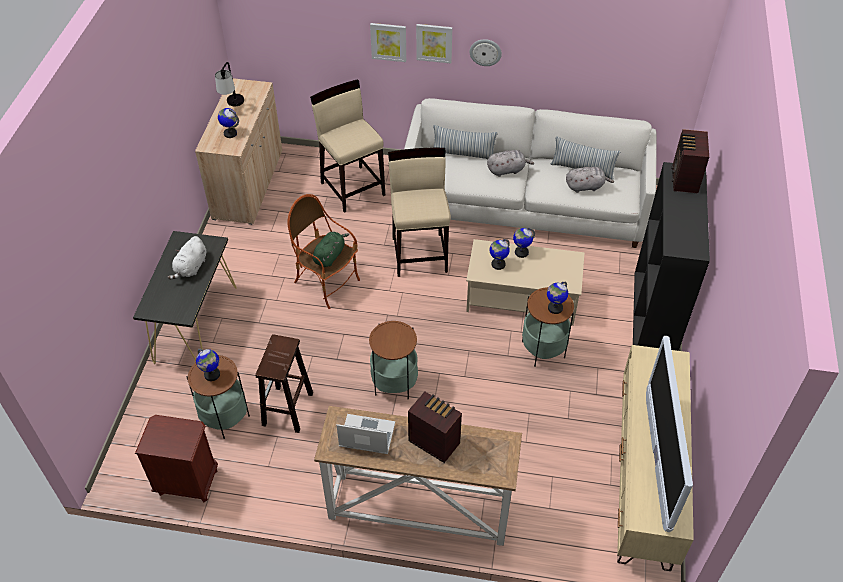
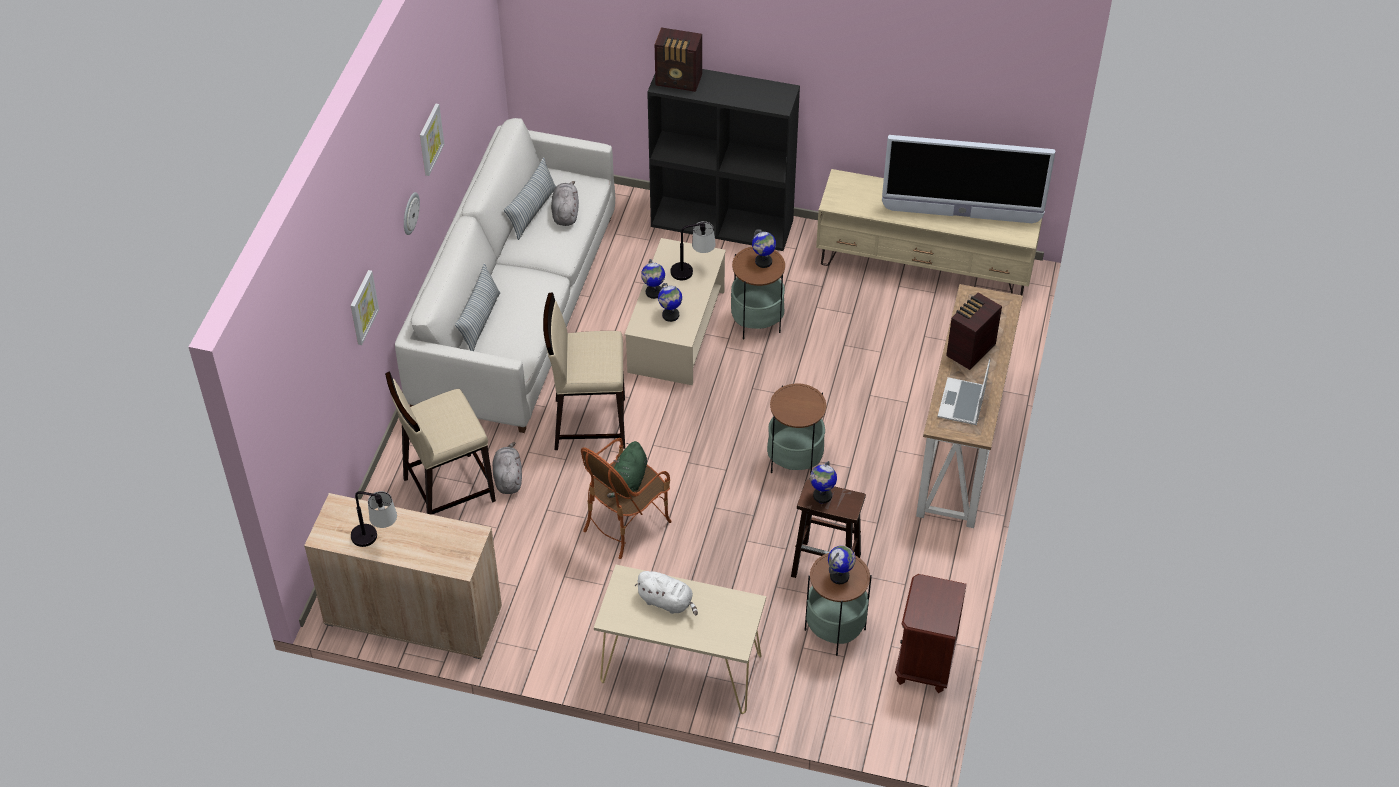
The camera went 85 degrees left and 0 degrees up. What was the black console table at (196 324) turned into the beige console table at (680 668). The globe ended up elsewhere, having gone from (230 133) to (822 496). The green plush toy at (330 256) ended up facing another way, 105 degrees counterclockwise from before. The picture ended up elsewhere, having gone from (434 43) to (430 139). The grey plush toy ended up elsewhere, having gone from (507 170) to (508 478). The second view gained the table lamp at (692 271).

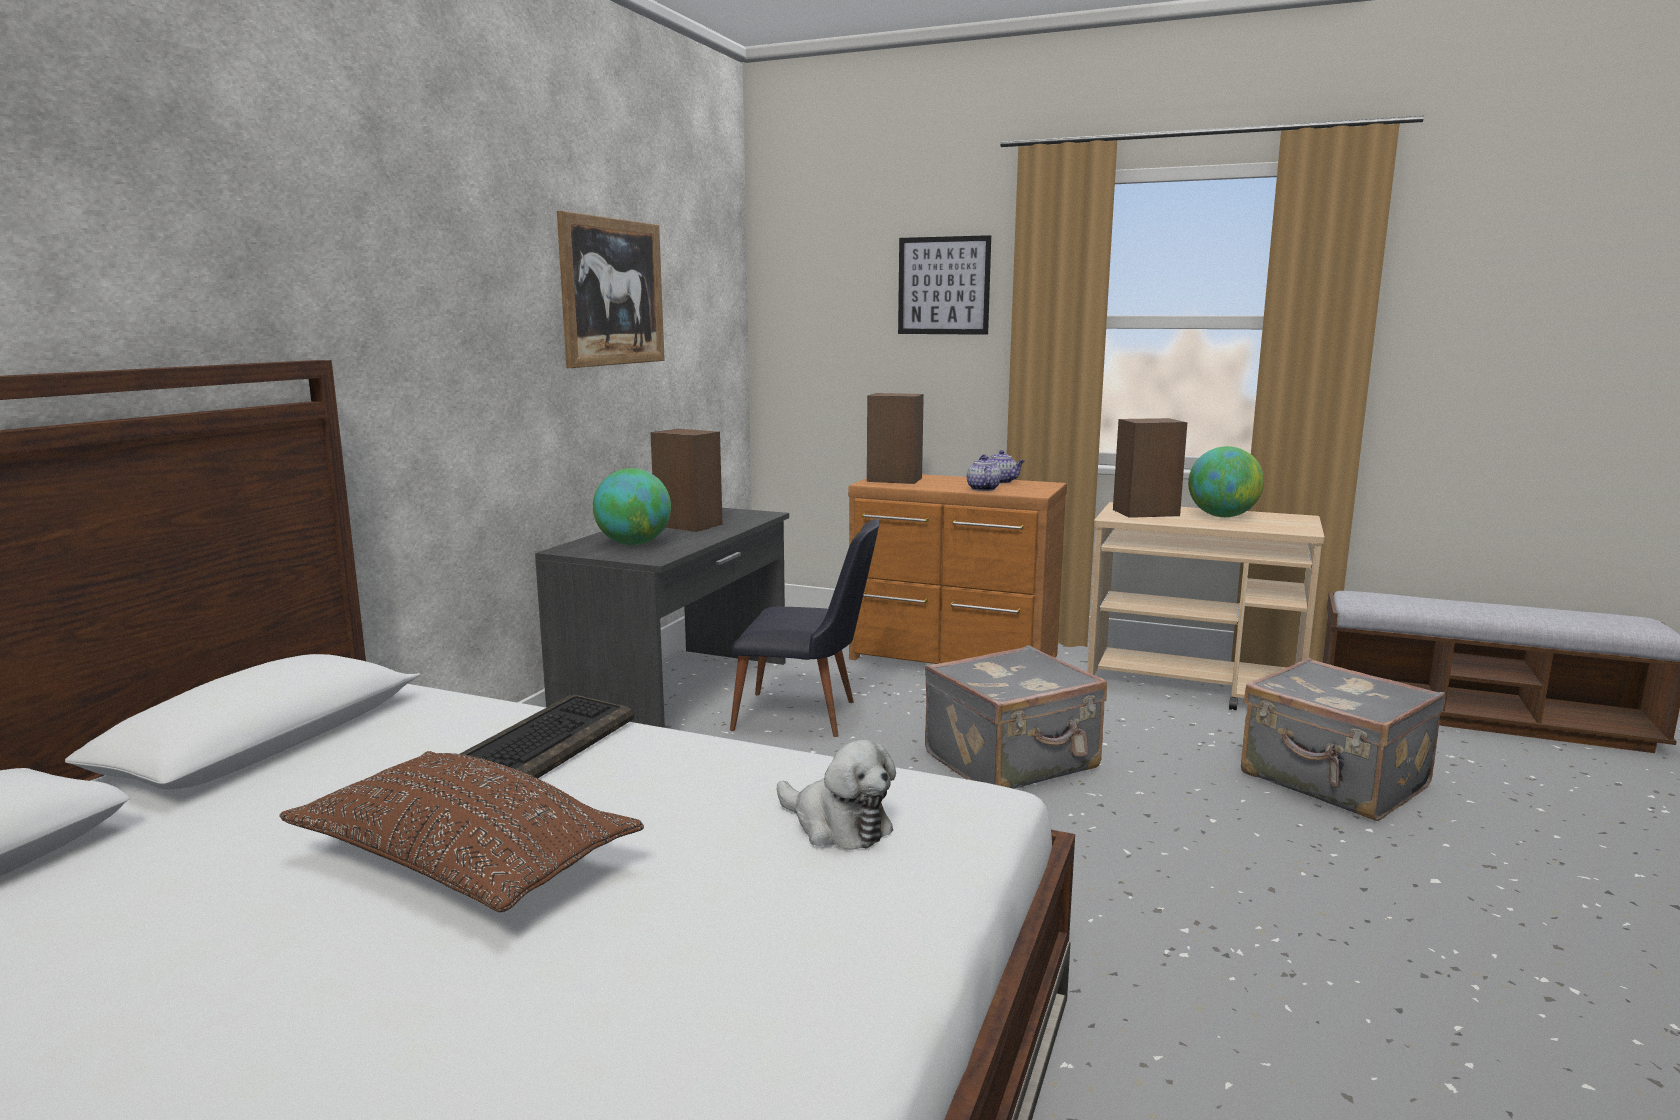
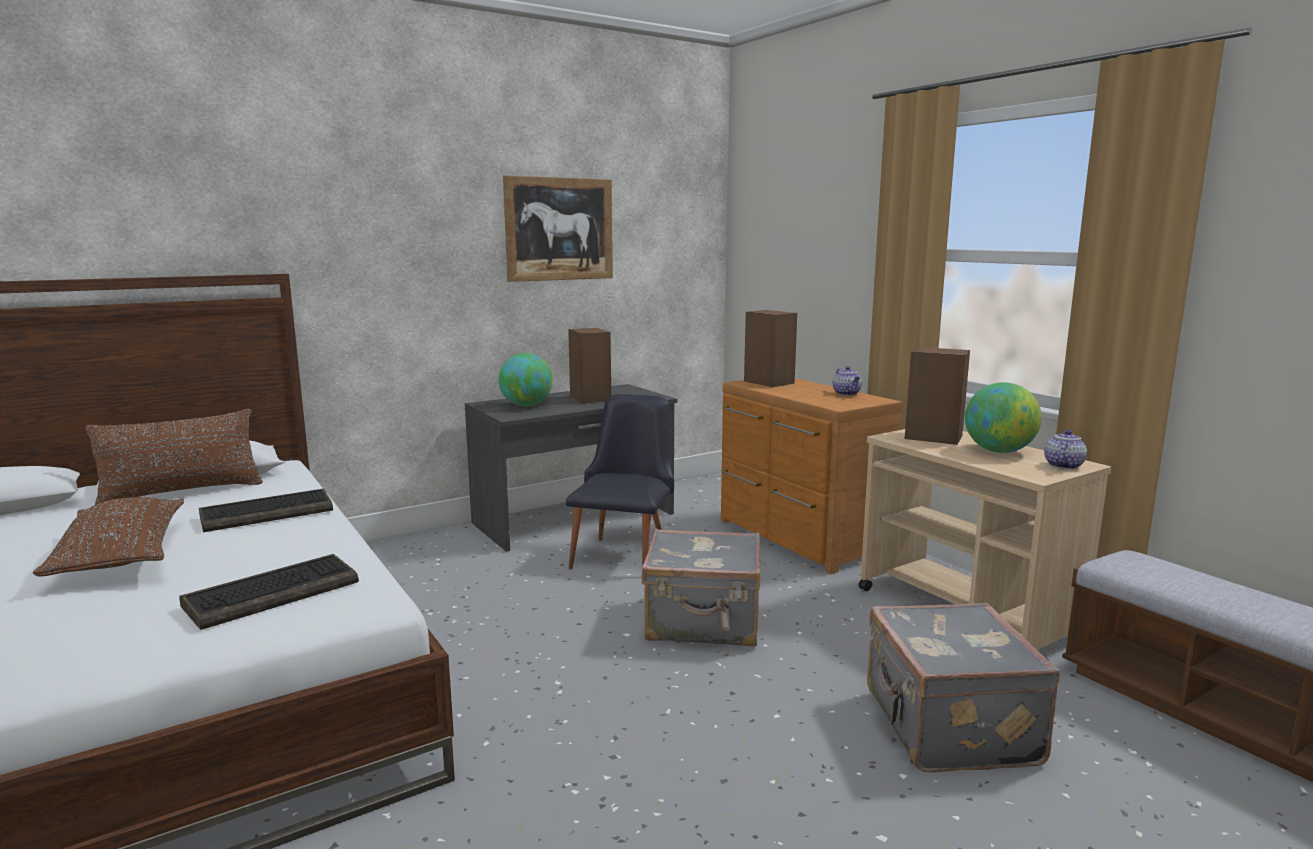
The camera went 35 degrees right and 0 degrees up. The black chair at (808 716) ended up facing another way, 120 degrees counterclockwise from before. Where the plush toy stood at (837 825), the keyboard came to stand at (273 593). The second view lost the picture at (943 286). The teapot ended up elsewhere, having gone from (982 489) to (1063 465). The second view gained the brown pillow at (182 492).

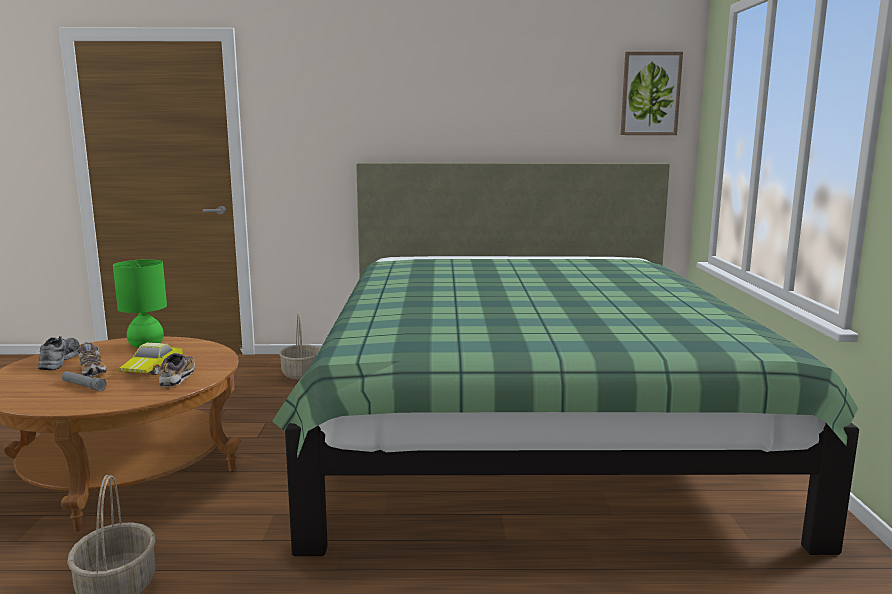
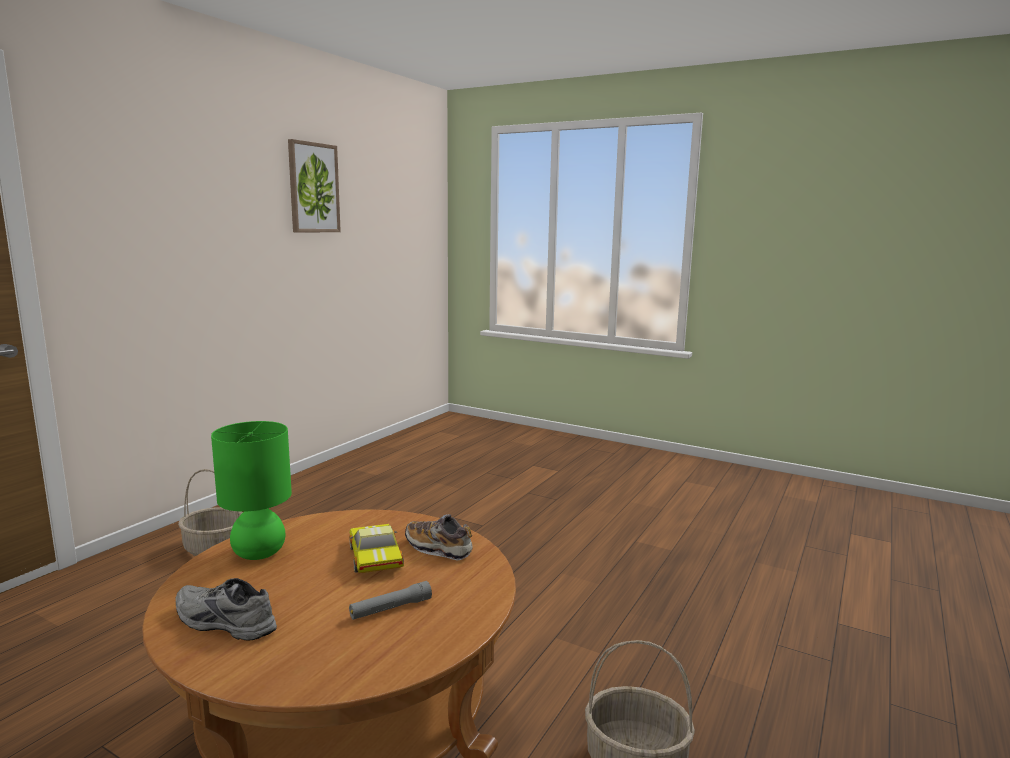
The camera went 60 degrees left and 0 degrees up. The second view lost the shoe at (92 371). The toy car at (154 368) ended up facing another way, 150 degrees counterclockwise from before. The second view lost the green bed at (527 426). The picture ended up elsewhere, having gone from (650 94) to (313 188).

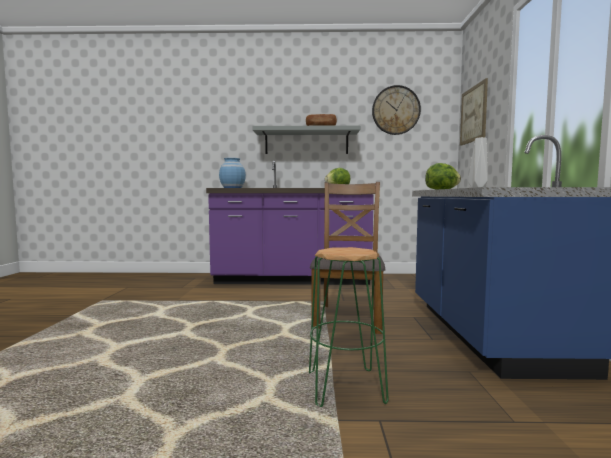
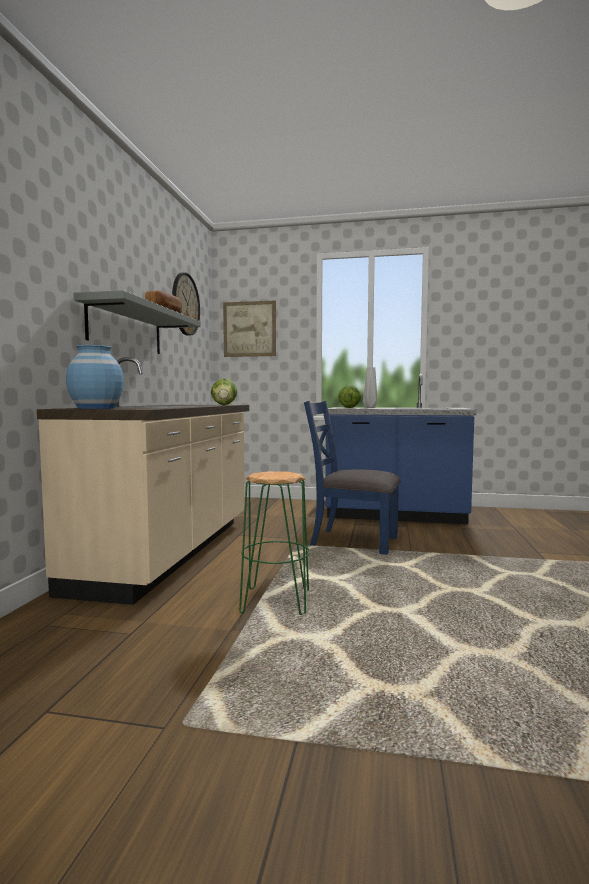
The camera went 80 degrees left and 0 degrees up. What was the purple counter at (292 280) turned into the beige counter at (171 552). The green stool ended up elsewhere, having gone from (346 387) to (275 601). What was the brown chair at (348 317) turned into the blue chair at (353 541).

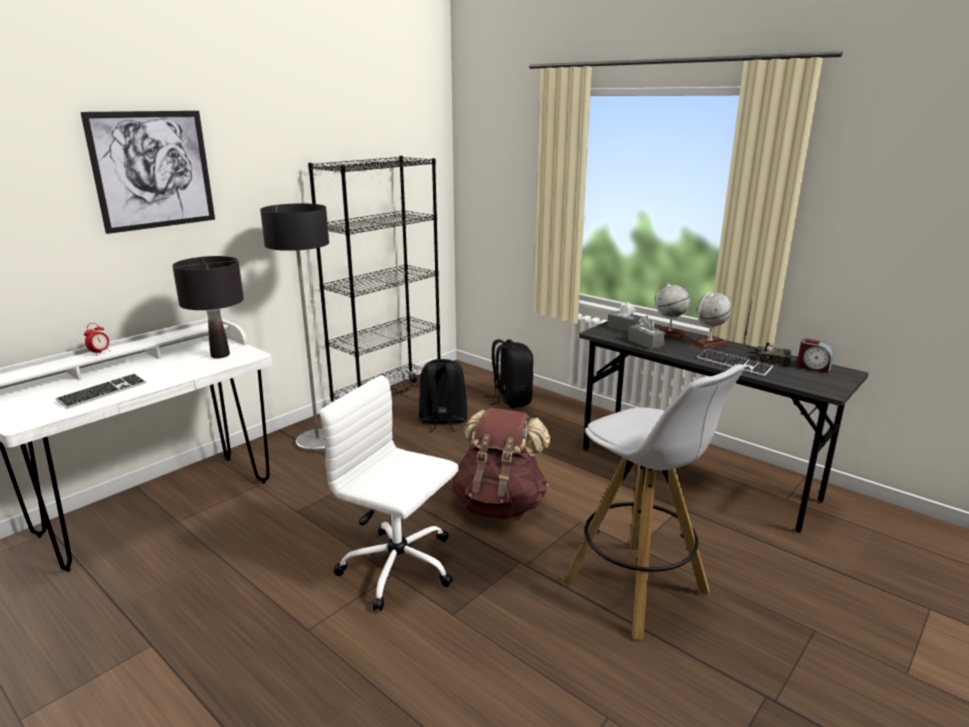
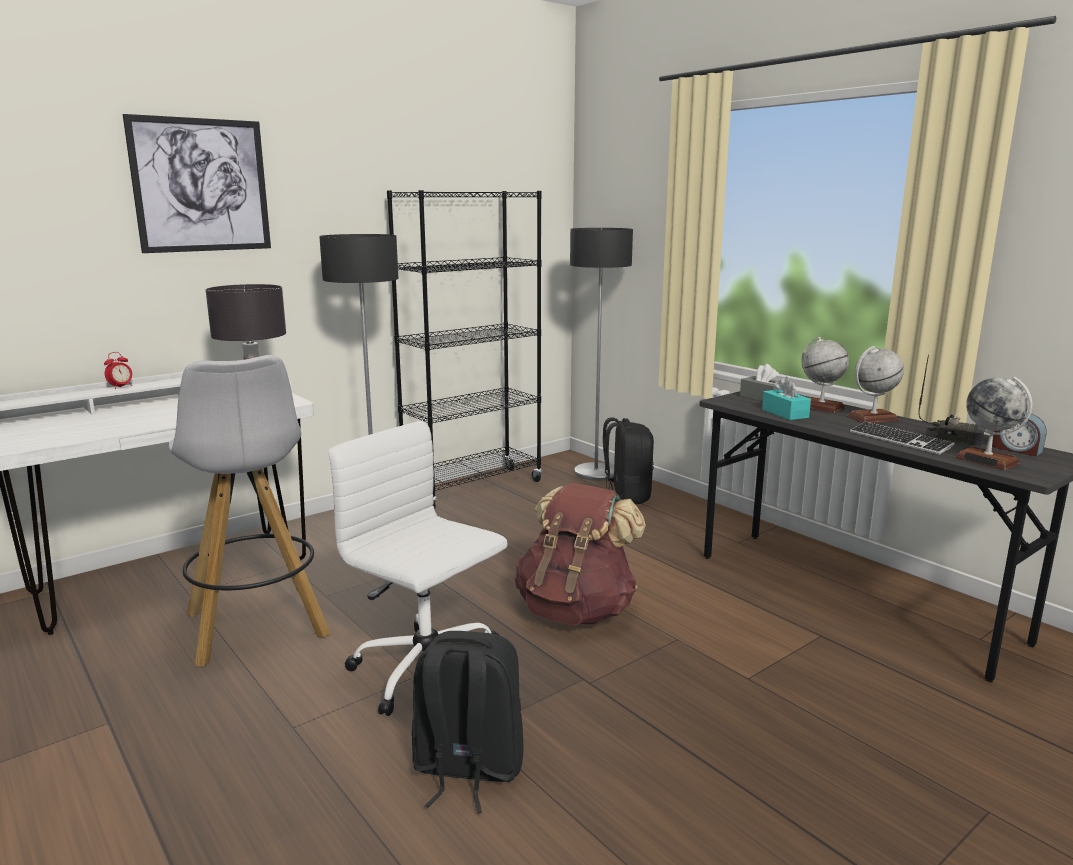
The camera went 10 degrees right and 5 degrees down. The second view lost the keyboard at (103 392). The black backpack ended up elsewhere, having gone from (442 421) to (467 769). The white stool ended up elsewhere, having gone from (637 589) to (257 626). What was the grey tissue box at (645 343) turned into the turquoise tissue box at (785 413). The second view gained the floor lamp at (596 472). The second view gained the globe at (987 460).

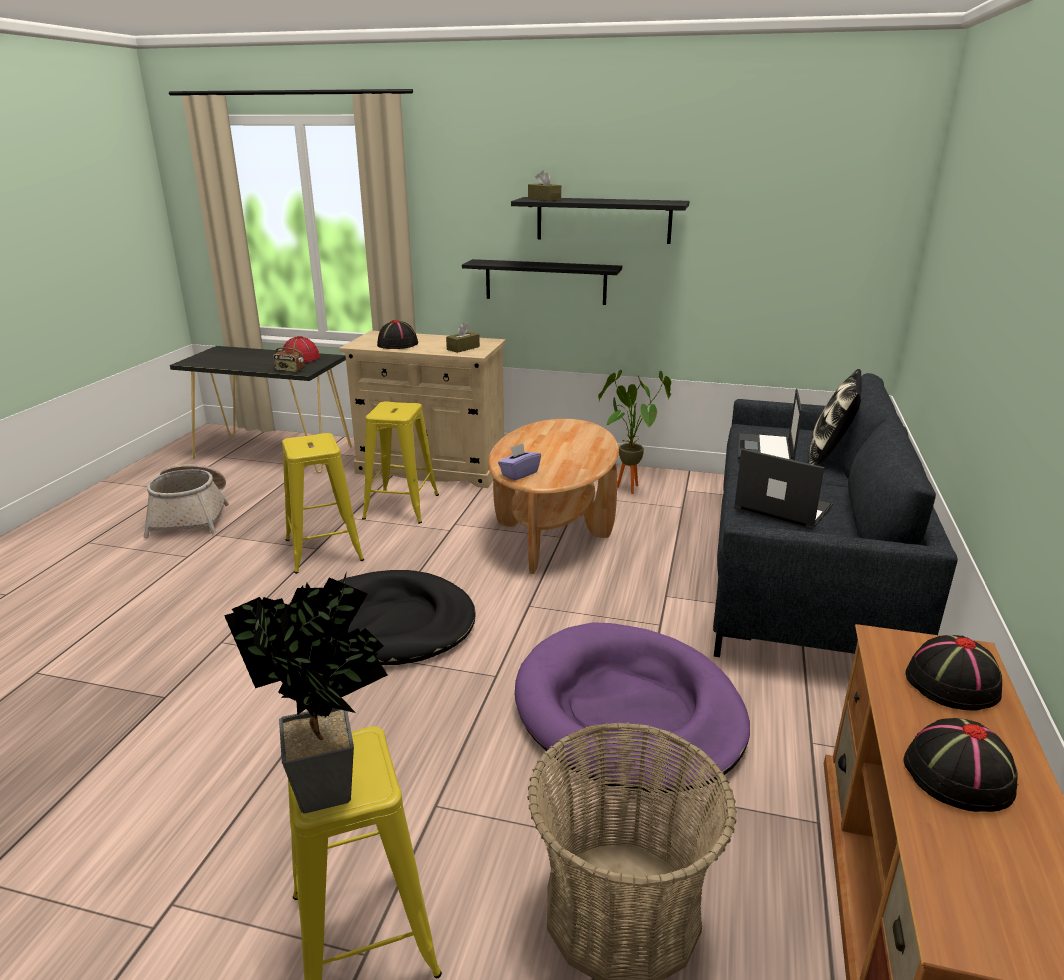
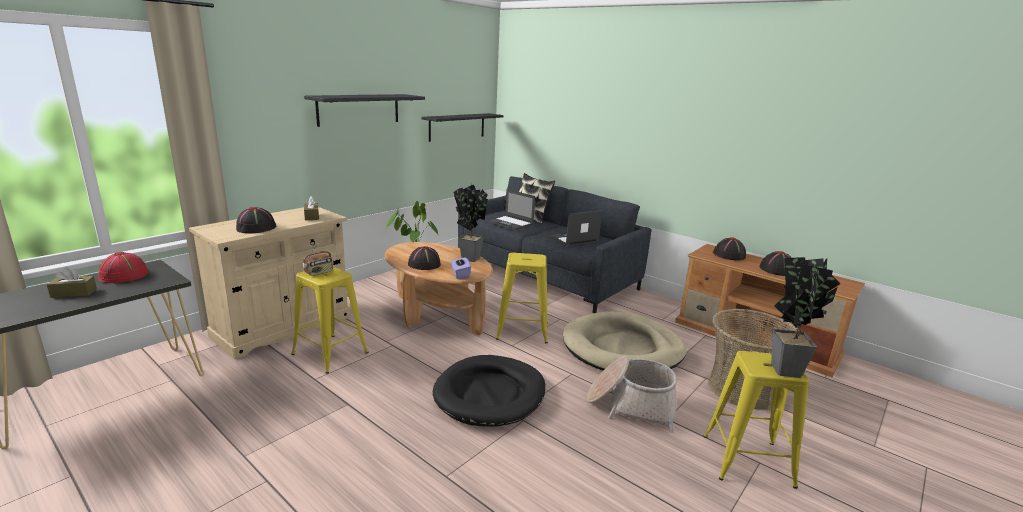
The camera went 65 degrees left and 5 degrees down. The basket ended up elsewhere, having gone from (191 515) to (631 405). The radio ended up elsewhere, having gone from (289 370) to (319 272). The yellow stool ended up elsewhere, having gone from (324 550) to (522 330). The black shelf ended up elsewhere, having gone from (545 282) to (457 127). What was the purple dog bed at (628 712) turned into the beige dog bed at (622 348). The brown tissue box ended up elsewhere, having gone from (544 199) to (74 293). The second view gained the black hat at (424 264). The second view gained the potted plant at (468 257).

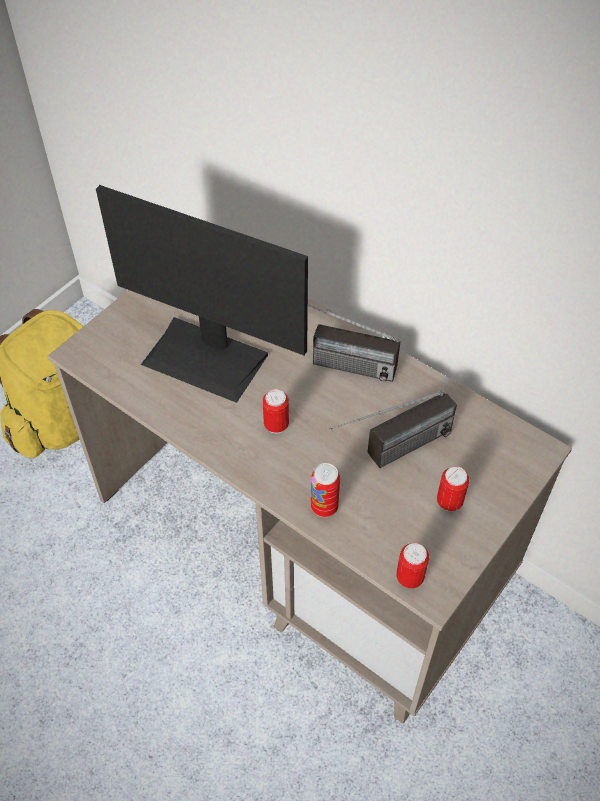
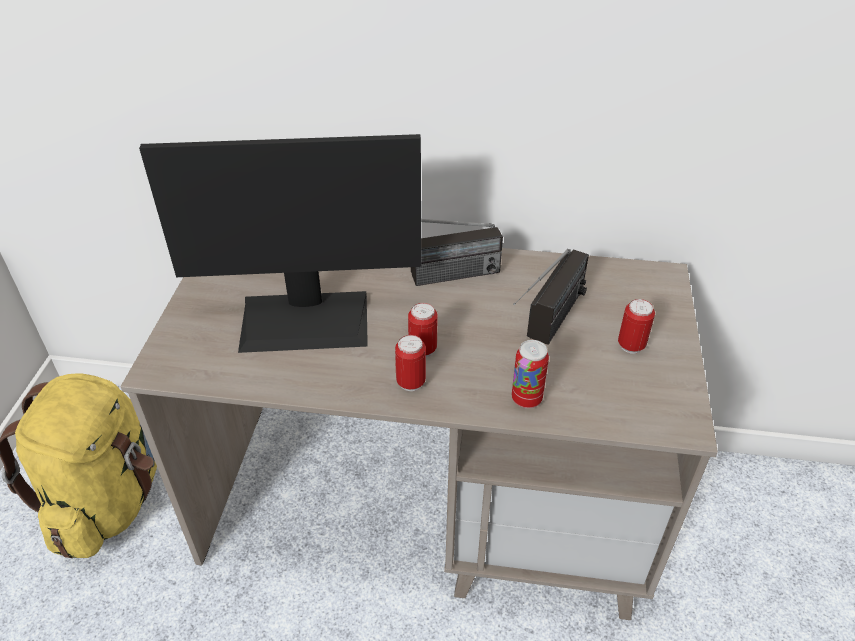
The camera went 30 degrees left and 10 degrees down. The can ended up elsewhere, having gone from (409 578) to (411 382).

